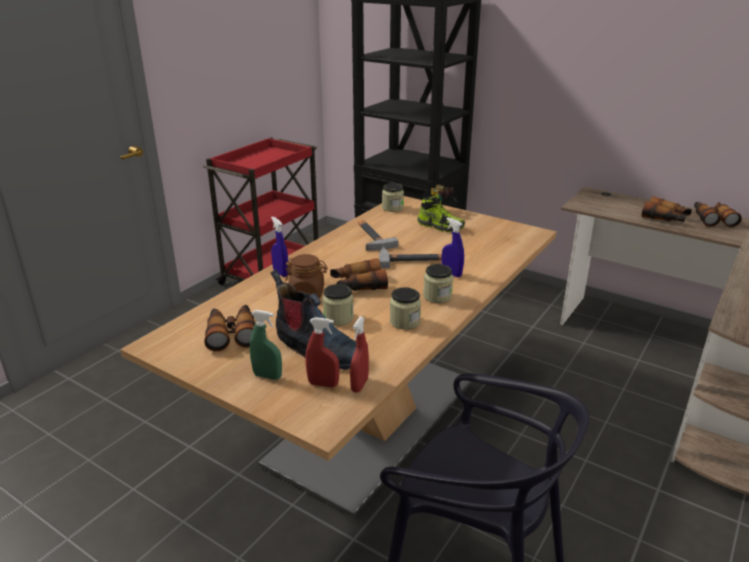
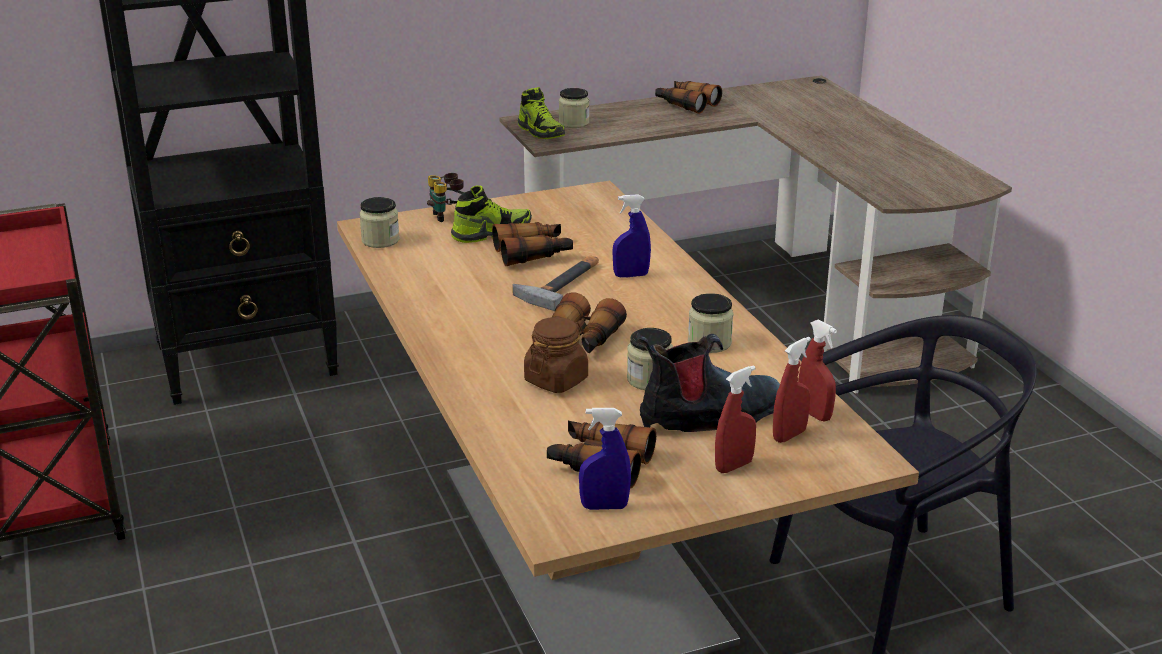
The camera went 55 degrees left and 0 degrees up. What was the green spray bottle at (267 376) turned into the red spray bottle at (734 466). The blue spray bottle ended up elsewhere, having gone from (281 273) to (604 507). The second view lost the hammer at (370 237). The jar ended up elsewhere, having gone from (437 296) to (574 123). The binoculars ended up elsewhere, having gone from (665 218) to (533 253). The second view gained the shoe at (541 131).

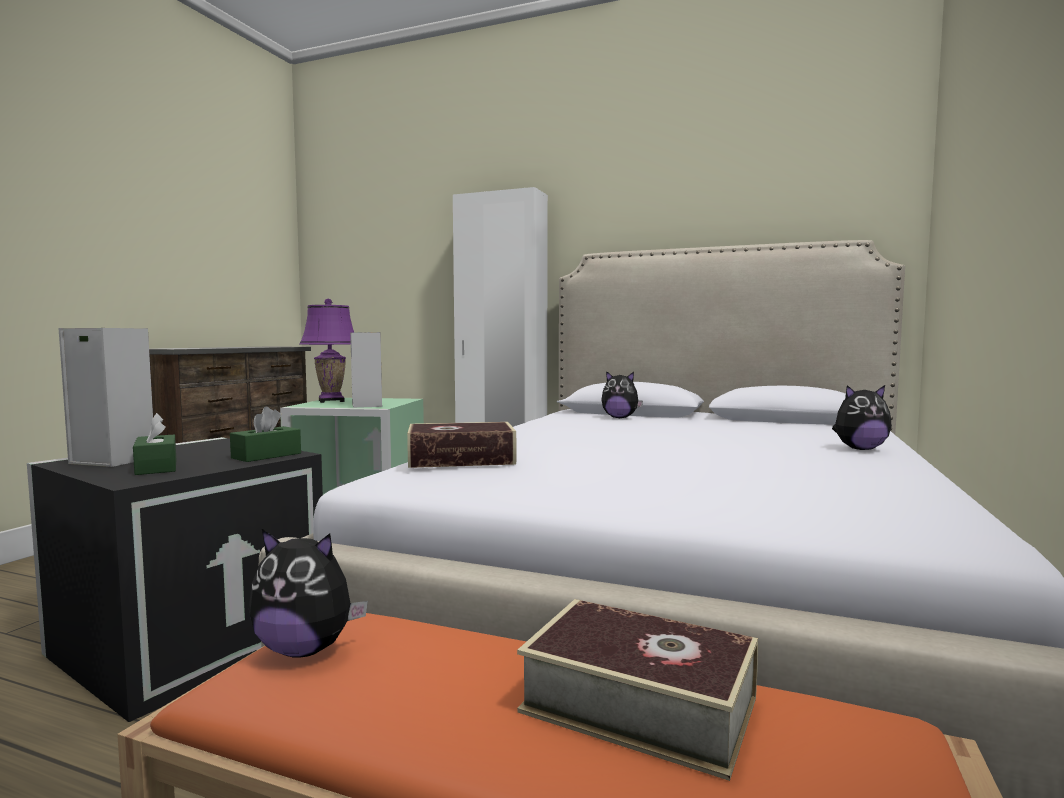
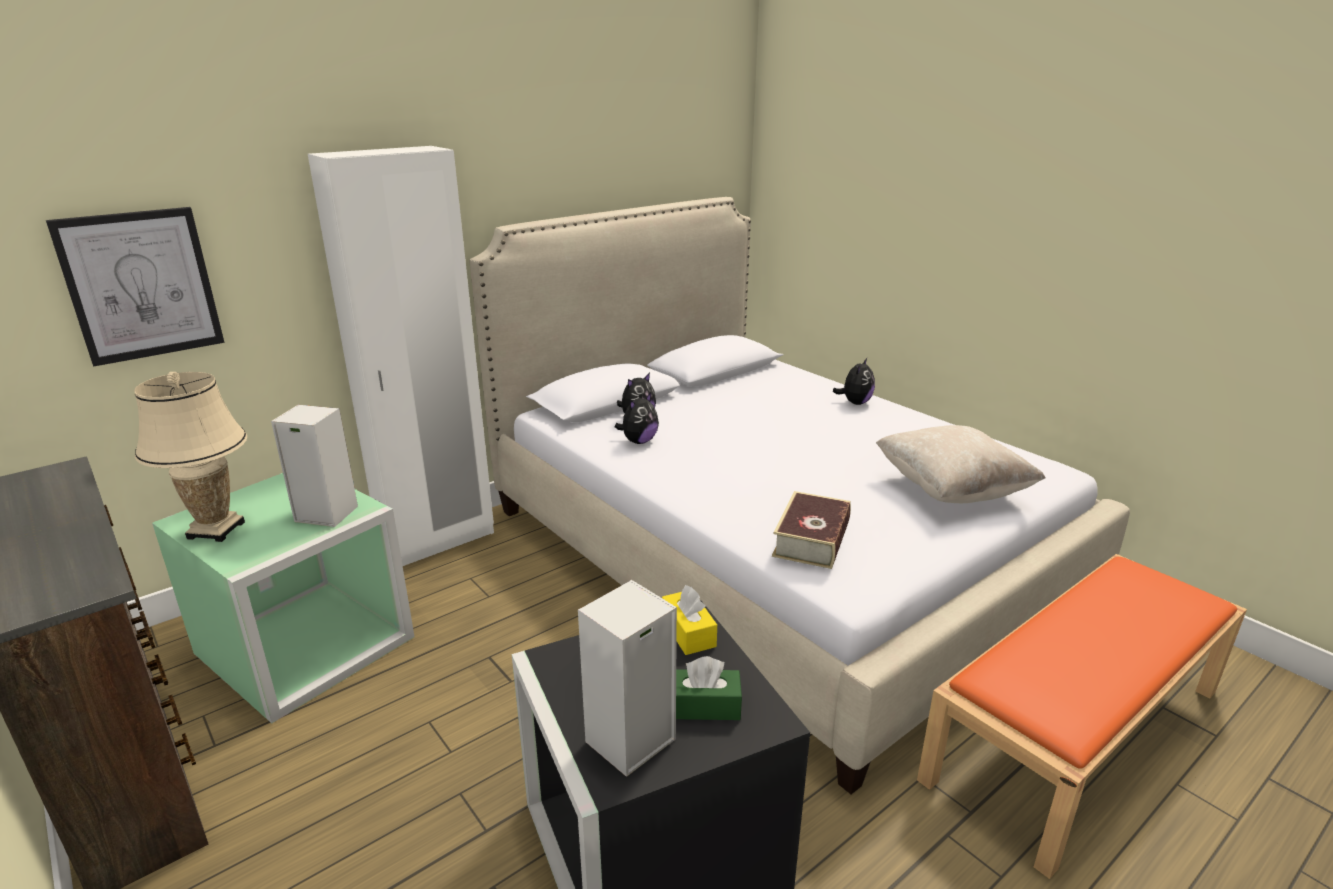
The camera went 60 degrees left and 20 degrees up. What was the green tissue box at (266 456) turned into the yellow tissue box at (688 632). The plush toy ended up elsewhere, having gone from (306 649) to (639 441). What was the purple table lamp at (331 401) turned into the beige table lamp at (216 530). The second view lost the book at (639 704). The second view gained the picture at (141 285). The second view gained the beige pillow at (951 490).

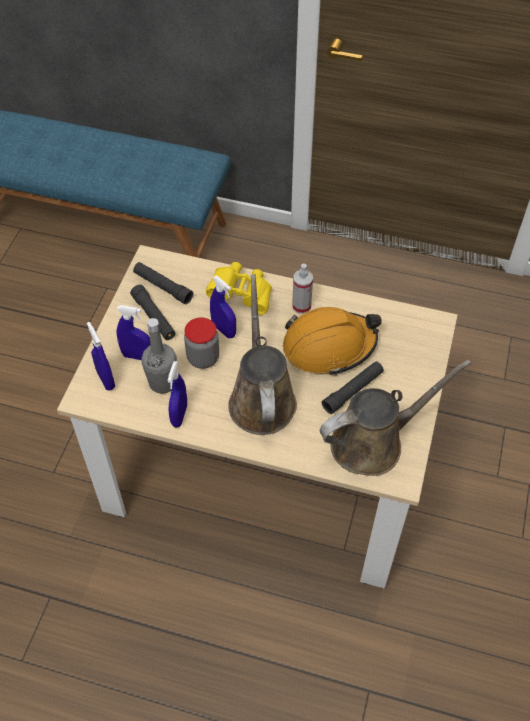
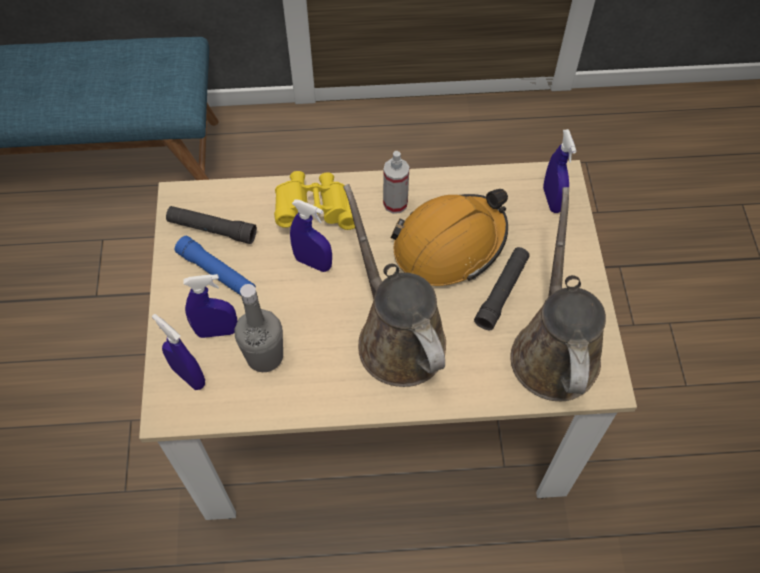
The camera went 20 degrees left and 5 degrees up. What was the black flashlight at (154 317) turned into the blue flashlight at (217 273). The blue spray bottle ended up elsewhere, having gone from (179 415) to (552 200). The second view lost the jar at (203 358). The brown watering can at (373 442) ended up facing another way, 45 degrees counterclockwise from before.

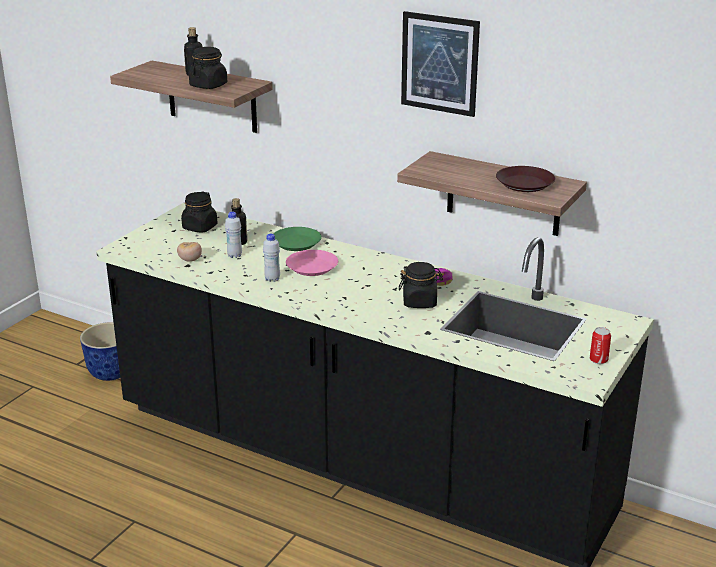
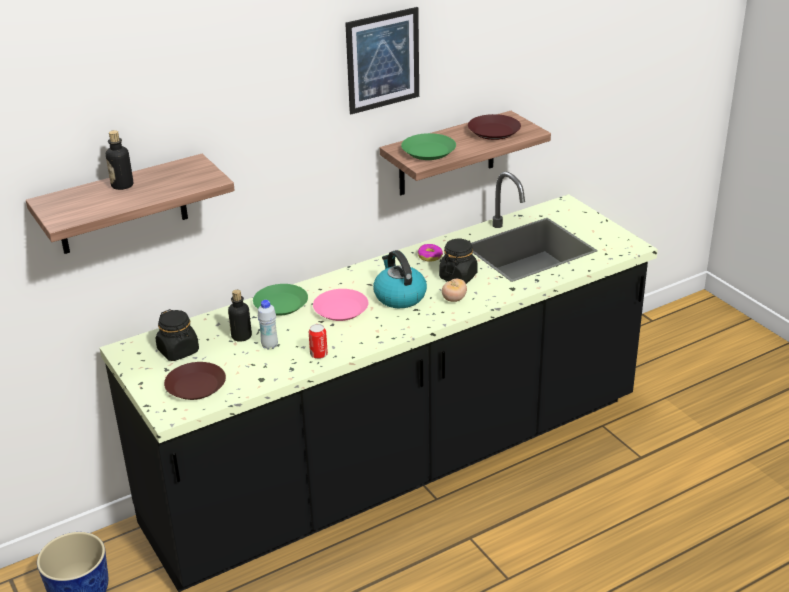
The camera went 60 degrees left and 5 degrees up. The tomato ended up elsewhere, having gone from (190 260) to (454 299). The second view lost the black jar at (208 85). The second view lost the white bottle at (272 279). The can ended up elsewhere, having gone from (598 360) to (318 354). The second view gained the brown plate at (196 386). The second view gained the kettle at (399 296). The second view gained the green plate at (428 152).

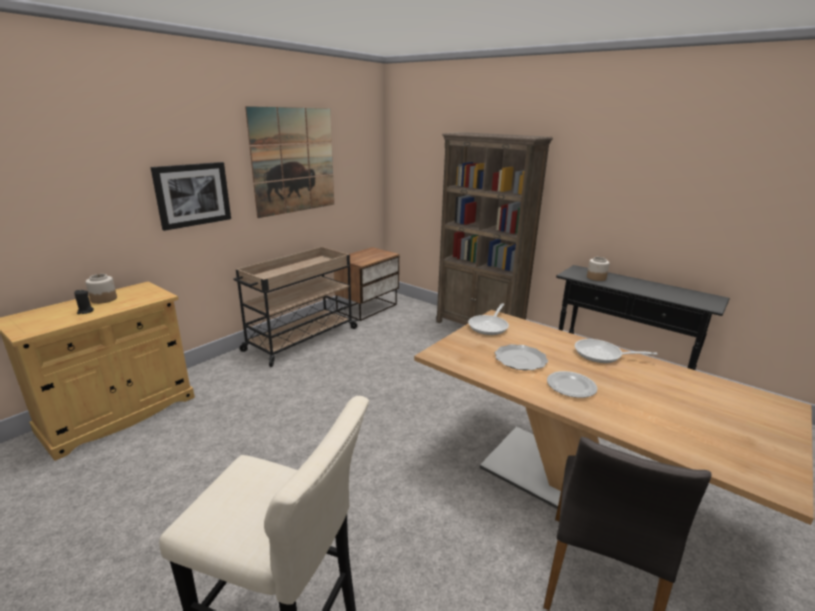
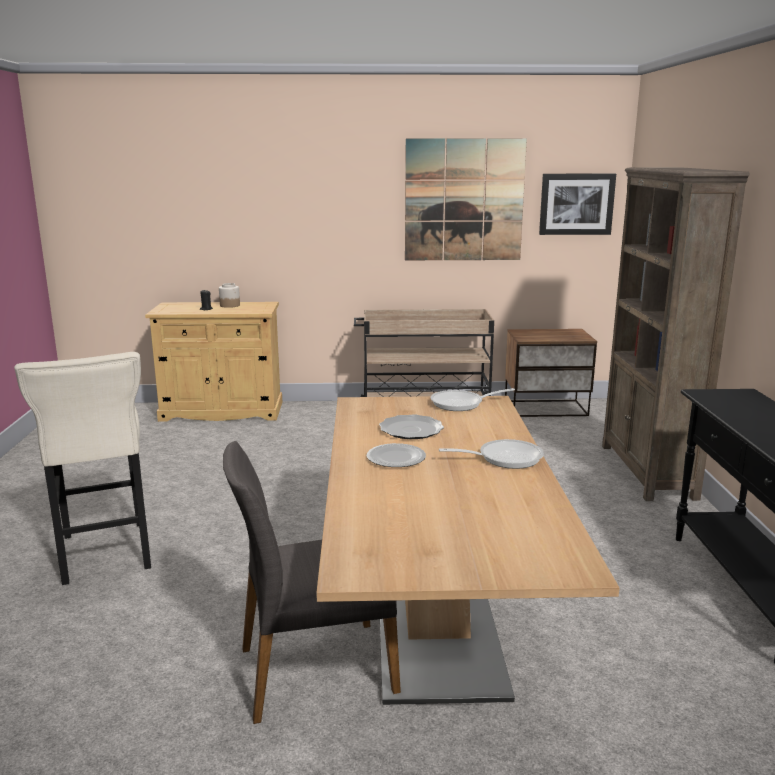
The camera went 50 degrees right and 5 degrees down. The picture ended up elsewhere, having gone from (193 195) to (576 204). The frying pan at (602 355) ended up facing another way, 105 degrees clockwise from before. The second view lost the jar at (596 278).

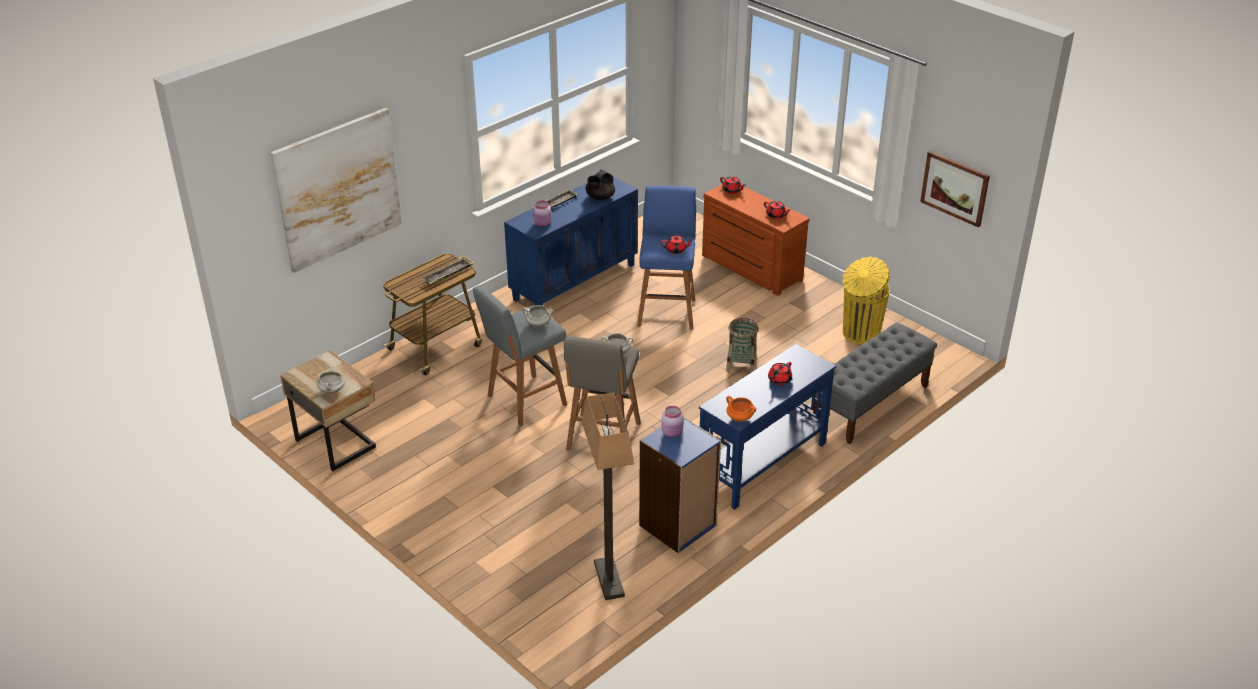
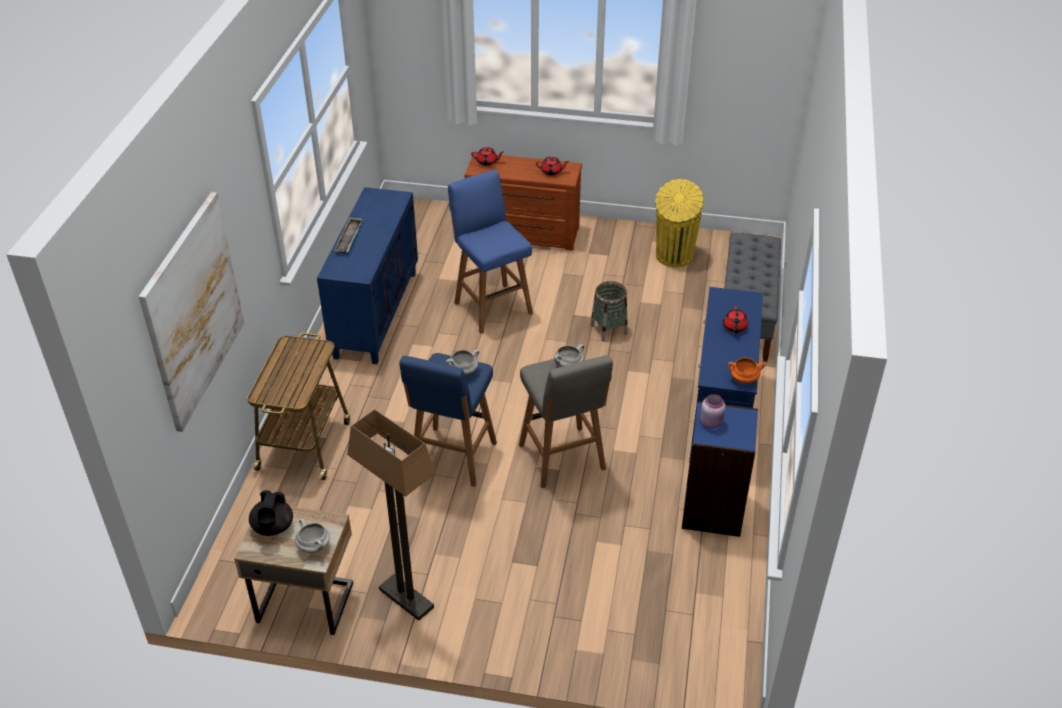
The camera went 35 degrees left and 5 degrees up. The second view lost the tray at (447 274). What was the grey stool at (524 401) turned into the blue stool at (452 458). The second view lost the pink jar at (543 224). The floor lamp ended up elsewhere, having gone from (608 579) to (405 598). The black teapot ended up elsewhere, having gone from (600 197) to (272 527). The second view lost the red teapot at (676 250). The second view lost the picture at (955 188).

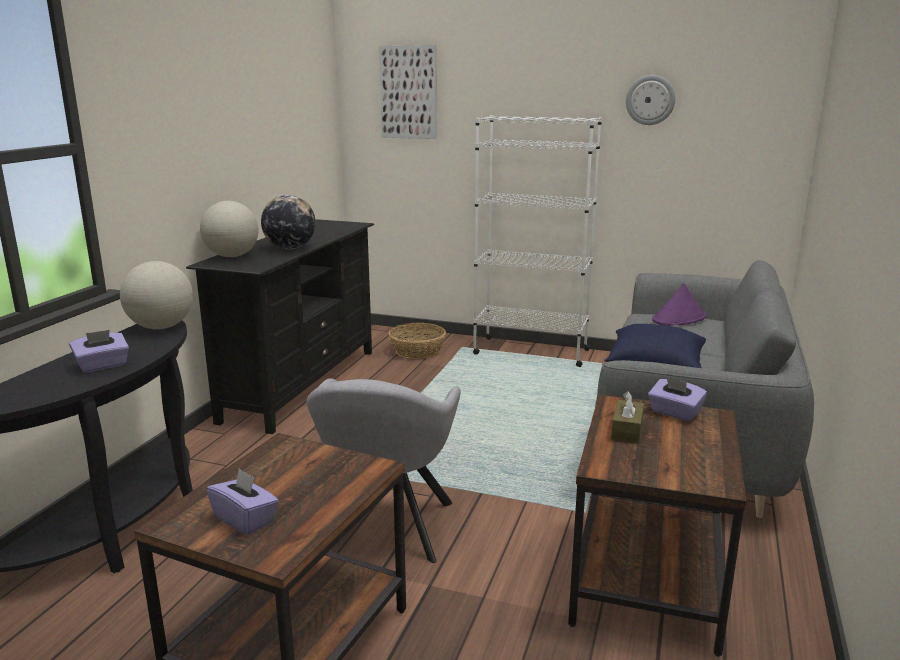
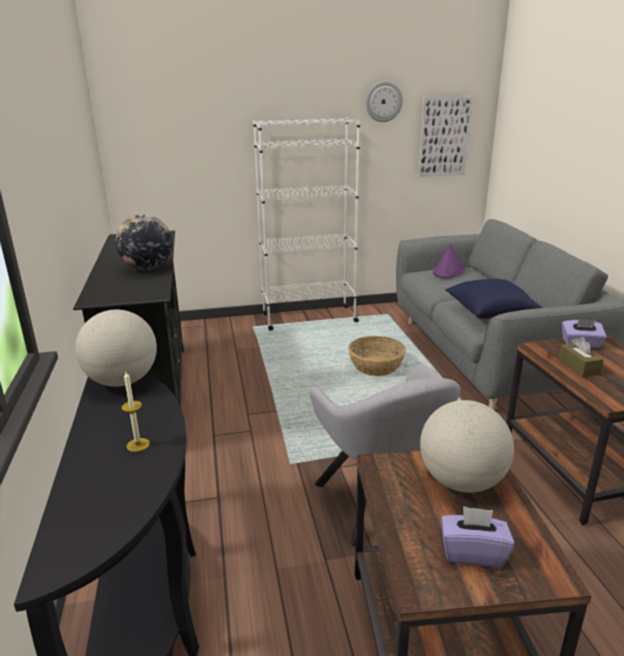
The camera went 30 degrees left and 5 degrees up. Where the purple tissue box stood at (102 366), the candle came to stand at (138 445). The globe ended up elsewhere, having gone from (232 256) to (461 481). The picture ended up elsewhere, having gone from (408 92) to (444 137). The basket ended up elsewhere, having gone from (418 351) to (376 366).

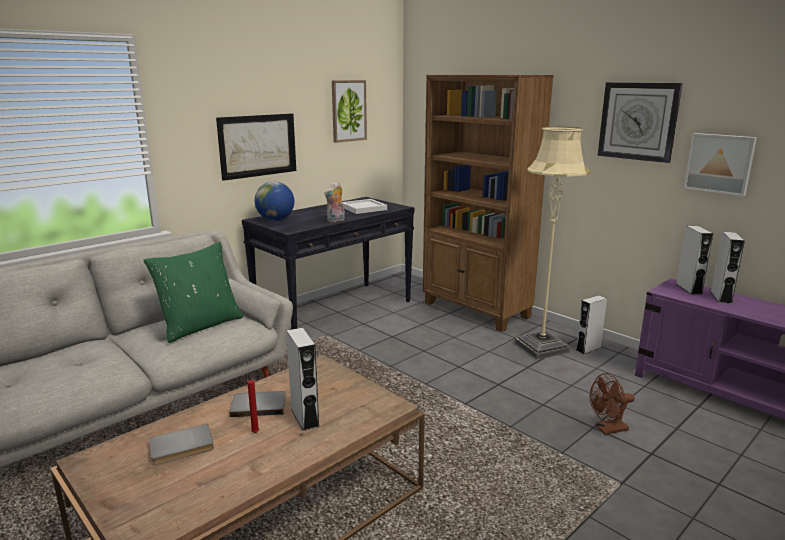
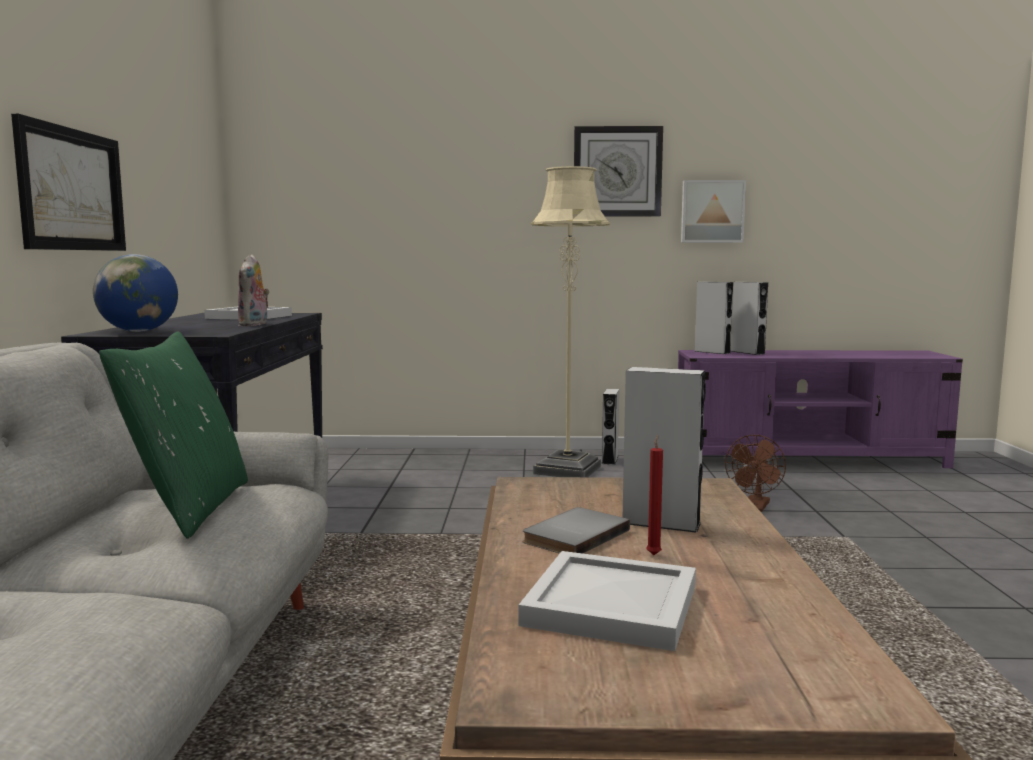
The camera went 45 degrees left and 10 degrees down. Where the grey book stood at (181 447), the white tray came to stand at (613 606). The second view lost the picture at (348 111). The second view lost the brown bookcase at (476 310).

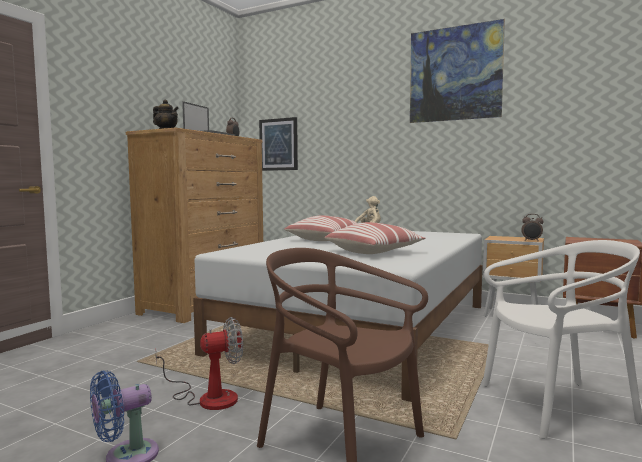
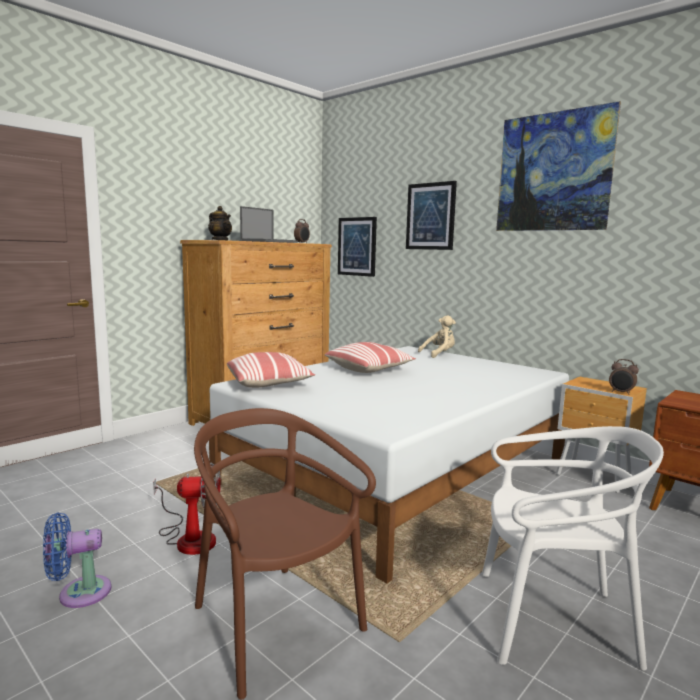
The camera went 15 degrees right and 5 degrees up. The pillow ended up elsewhere, having gone from (374 252) to (269 383). The second view gained the picture at (430 216).

